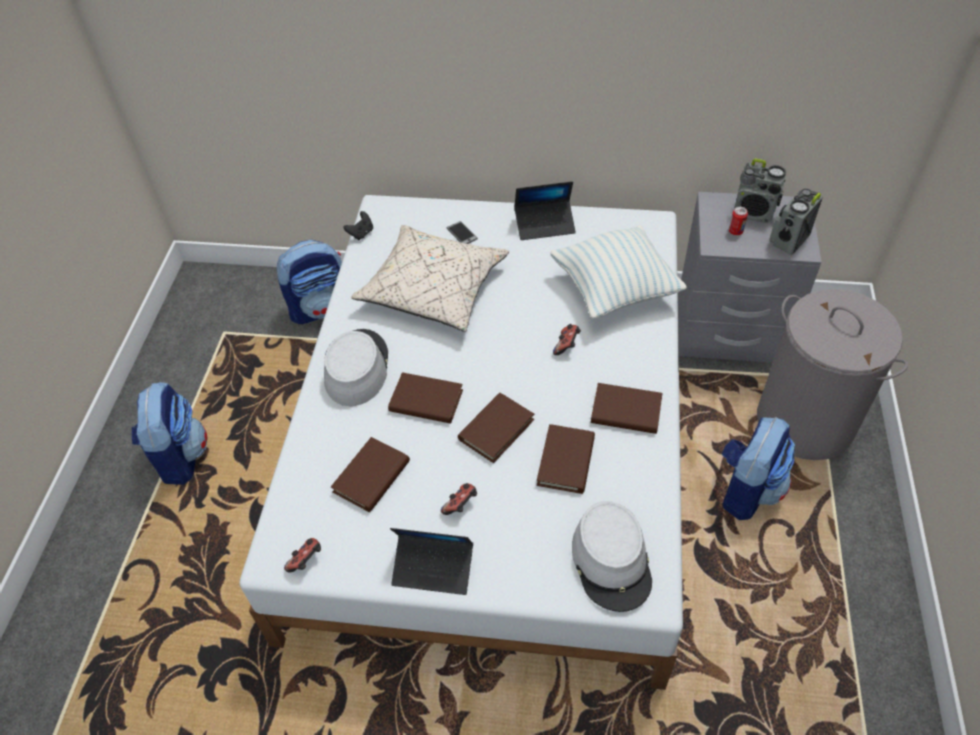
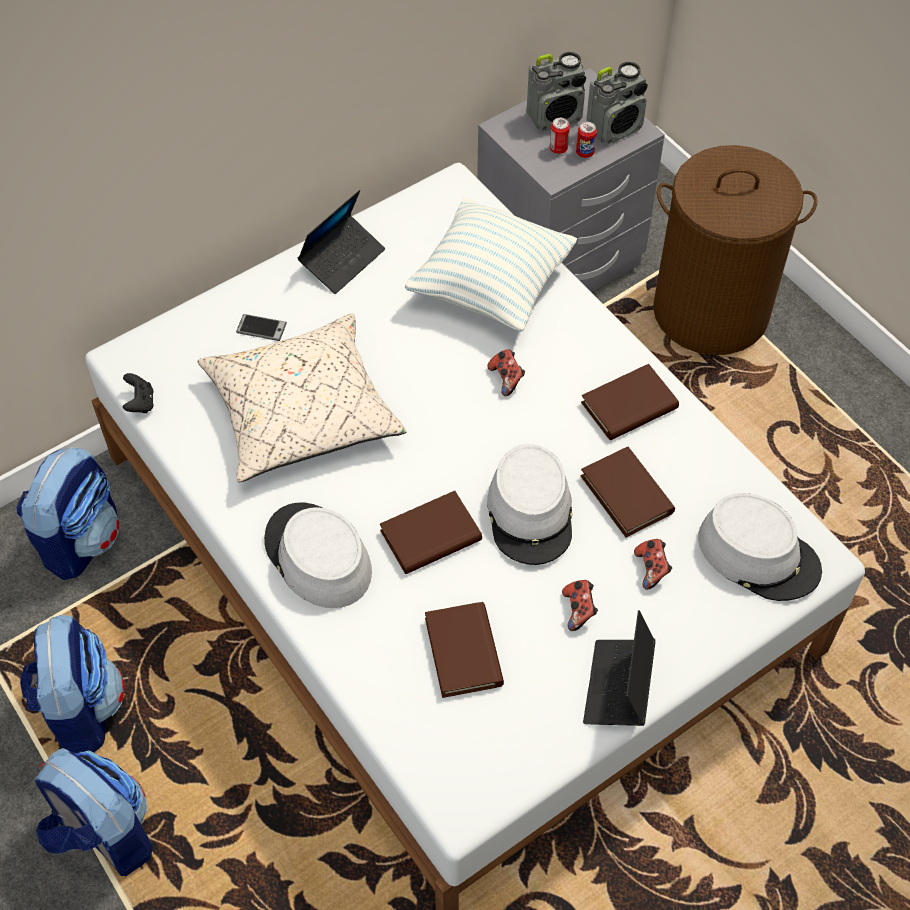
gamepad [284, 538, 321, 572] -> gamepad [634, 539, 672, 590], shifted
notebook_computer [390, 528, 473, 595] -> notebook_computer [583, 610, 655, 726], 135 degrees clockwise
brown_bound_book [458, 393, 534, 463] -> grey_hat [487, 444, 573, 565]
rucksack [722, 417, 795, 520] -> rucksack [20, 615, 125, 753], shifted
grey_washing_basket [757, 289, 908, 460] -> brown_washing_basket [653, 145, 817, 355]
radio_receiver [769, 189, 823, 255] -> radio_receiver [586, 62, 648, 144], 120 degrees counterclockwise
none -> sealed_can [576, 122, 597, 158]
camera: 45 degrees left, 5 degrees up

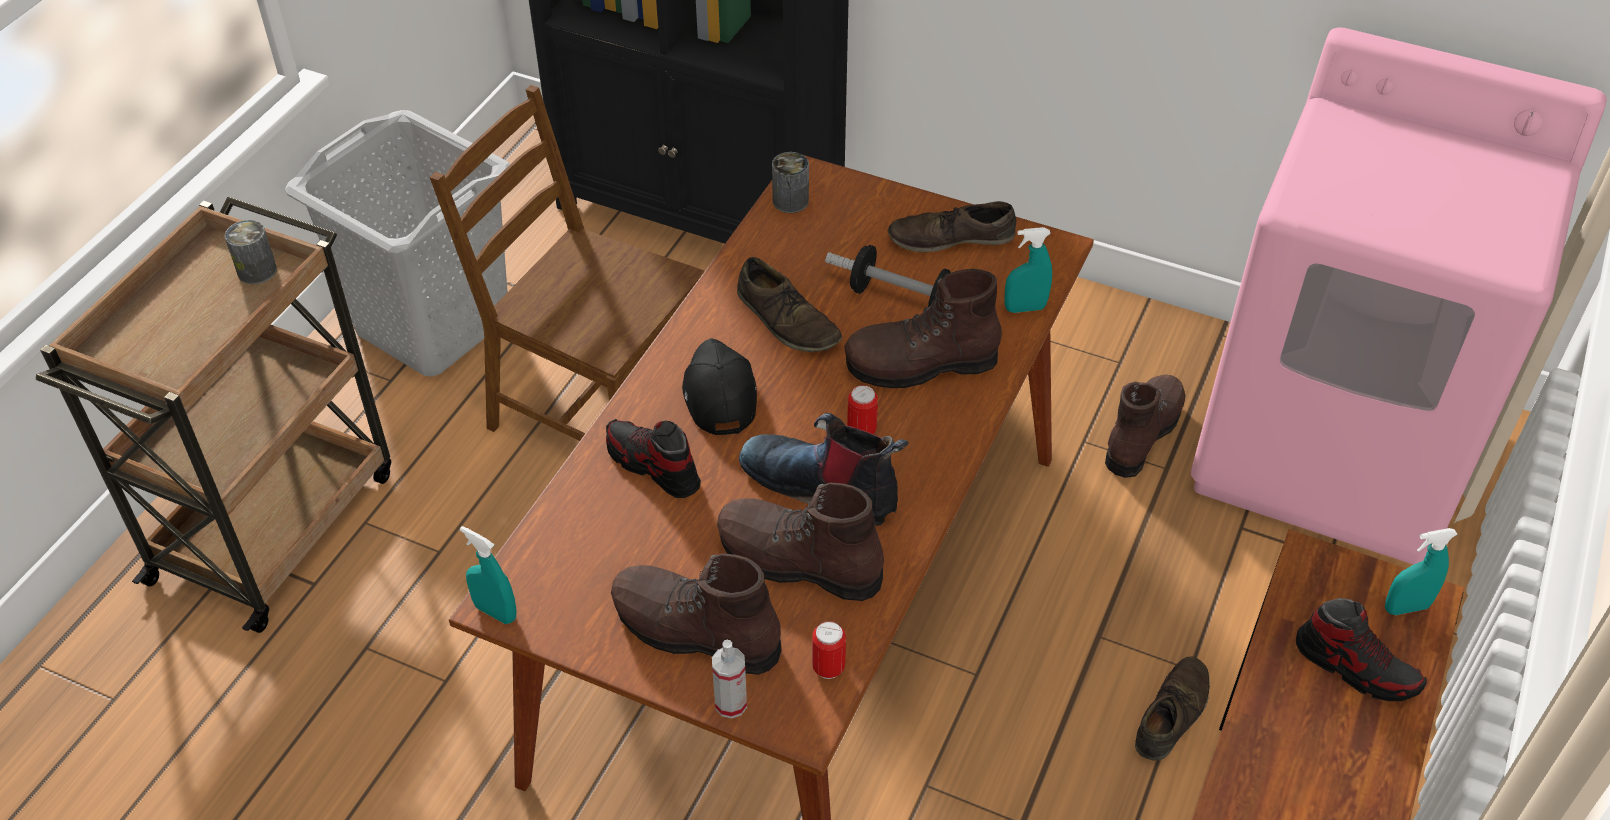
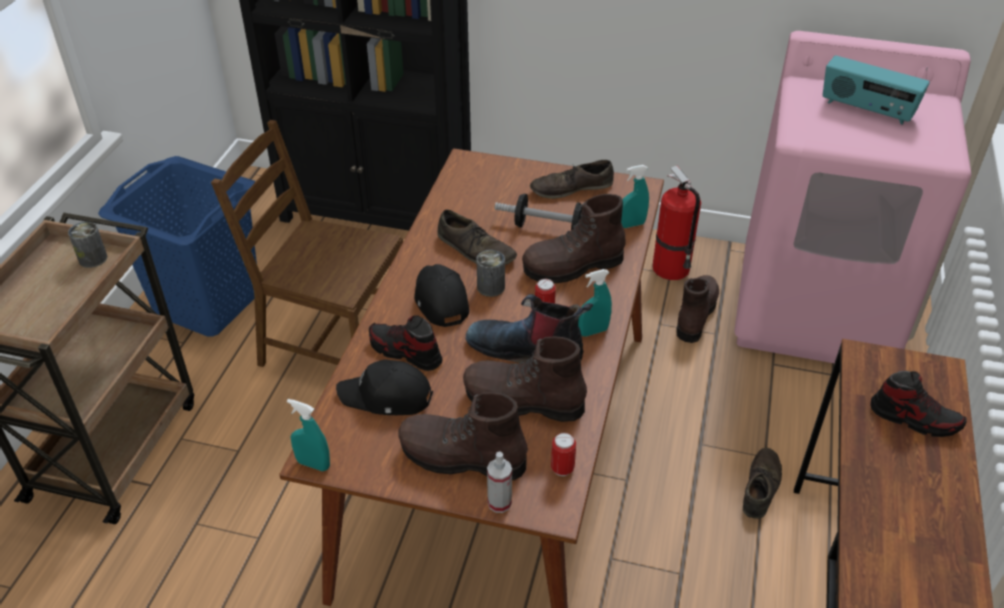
grey_washing_basket [285, 110, 510, 377] -> blue_washing_basket [98, 156, 257, 336]
sealed_can [772, 152, 809, 213] -> sealed_can [476, 250, 505, 297], shifted
turquoise_spray_bottle [1385, 528, 1458, 615] -> turquoise_spray_bottle [578, 269, 612, 337], shifted
none -> black-coloured_peaked_cap [336, 359, 433, 415]
none -> fire_extinguisher [652, 166, 701, 280]
none -> radio_receiver [823, 56, 930, 125]
camera: 10 degrees left, 5 degrees down

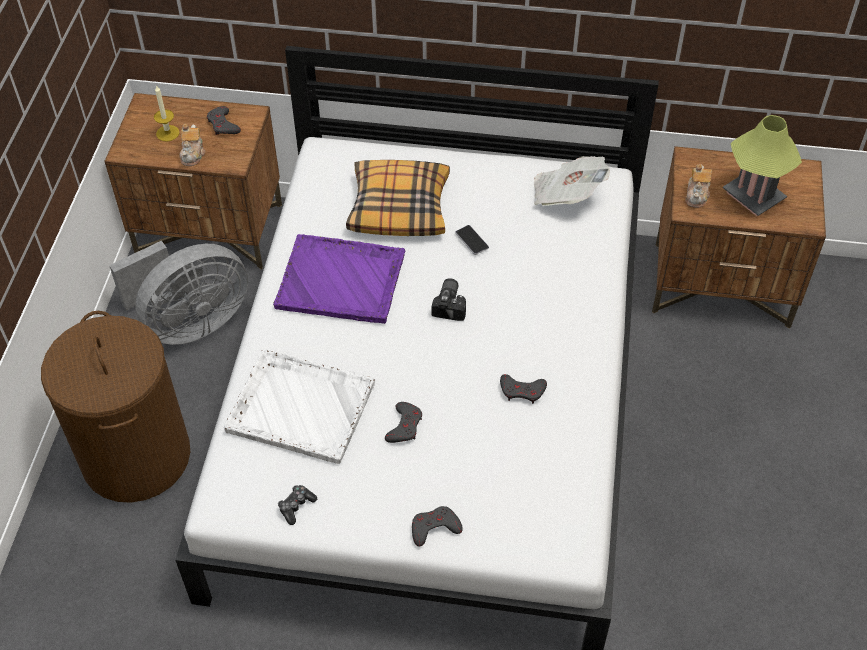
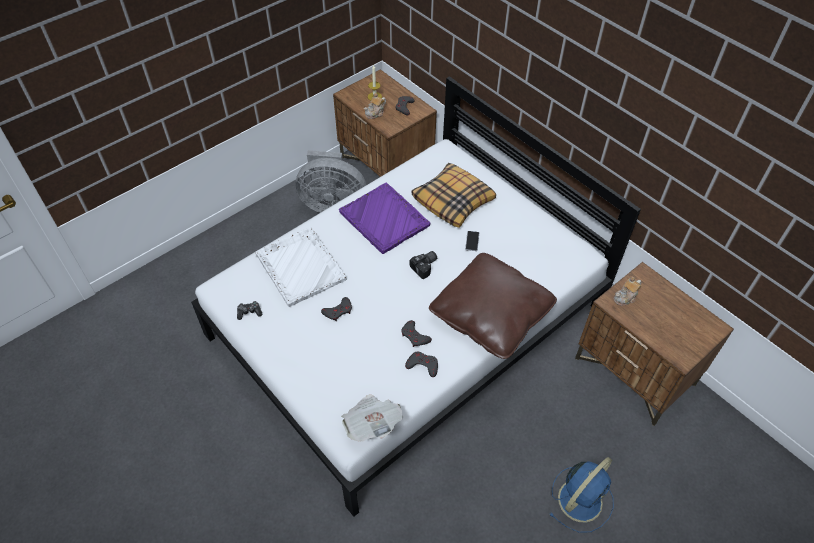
brown_washing_basket [41, 311, 190, 503] -> none
grey_gamepad [412, 506, 463, 546] -> grey_gamepad [405, 352, 438, 377], shifted
daily_paper [534, 156, 610, 206] -> daily_paper [341, 394, 403, 442], shifted
lamp_for_a_table [723, 115, 802, 216] -> none
none -> brown_throw_pillow [429, 253, 557, 359]
none -> blue_electric_fan [550, 457, 614, 533]
camera: 40 degrees right, 0 degrees up

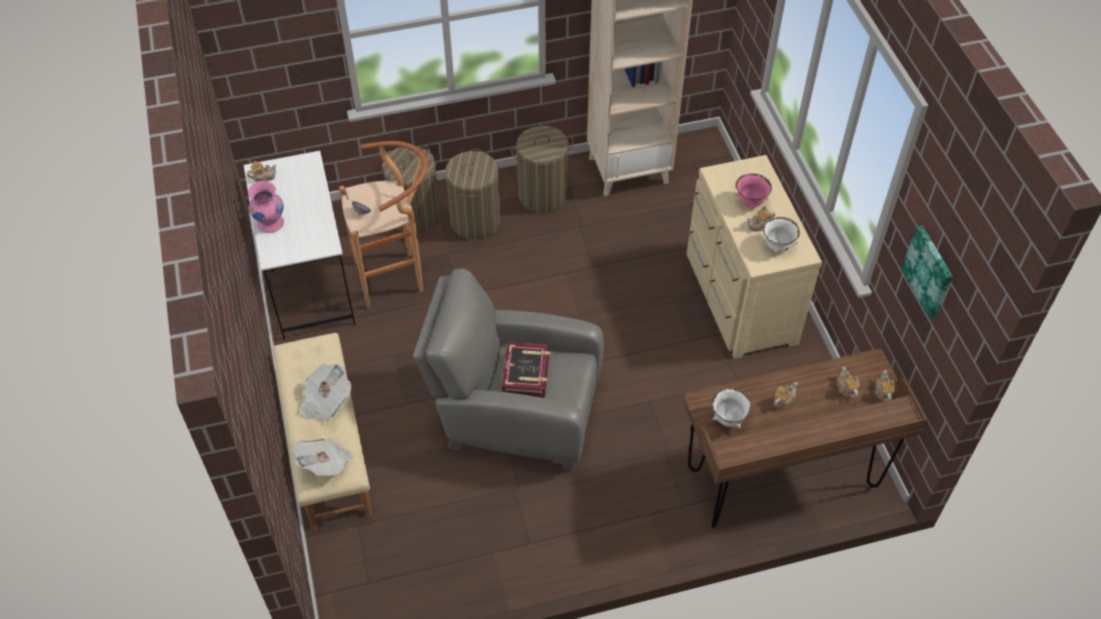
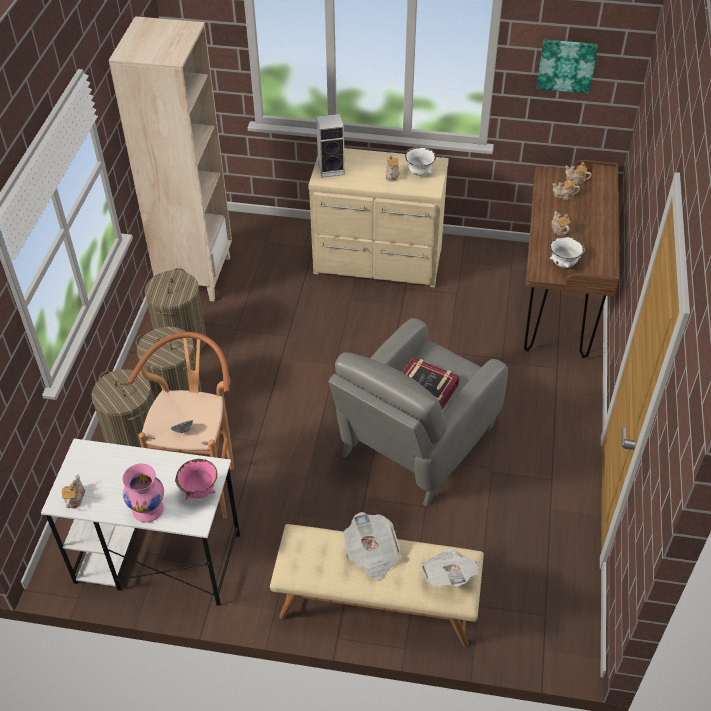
pinkish_deep_dish [735, 174, 772, 208] -> pinkish_deep_dish [175, 459, 217, 499], shifted
none -> loudspeaker [316, 114, 345, 178]
camera: 65 degrees left, 5 degrees down

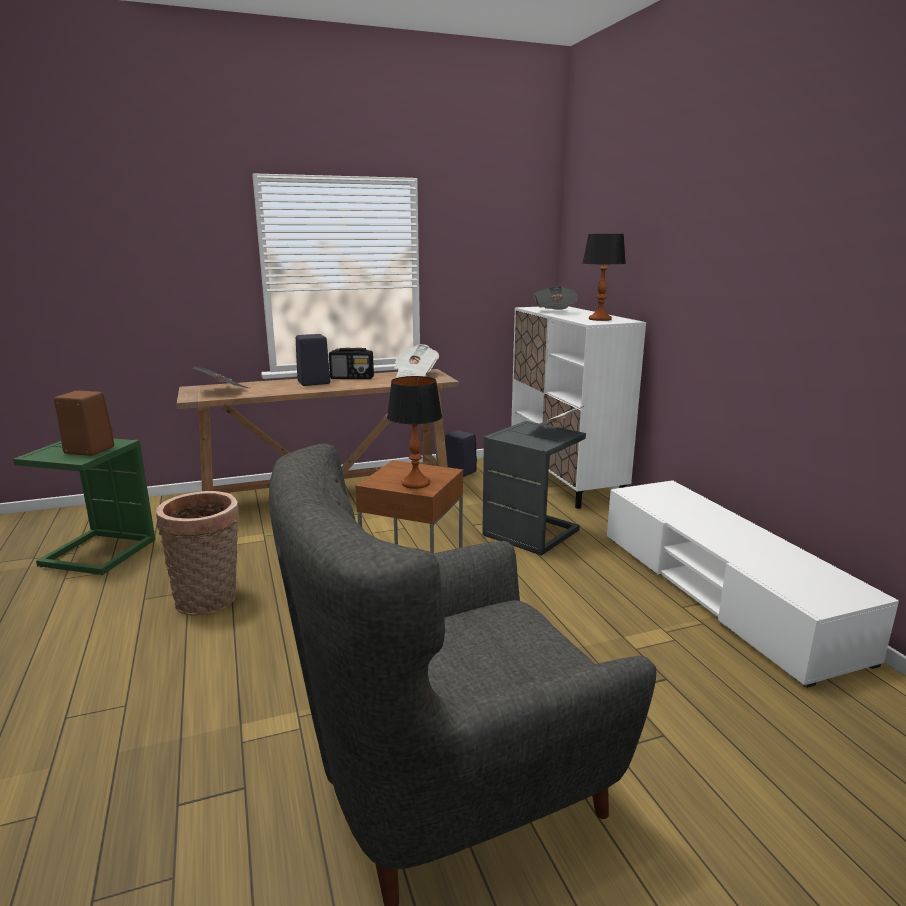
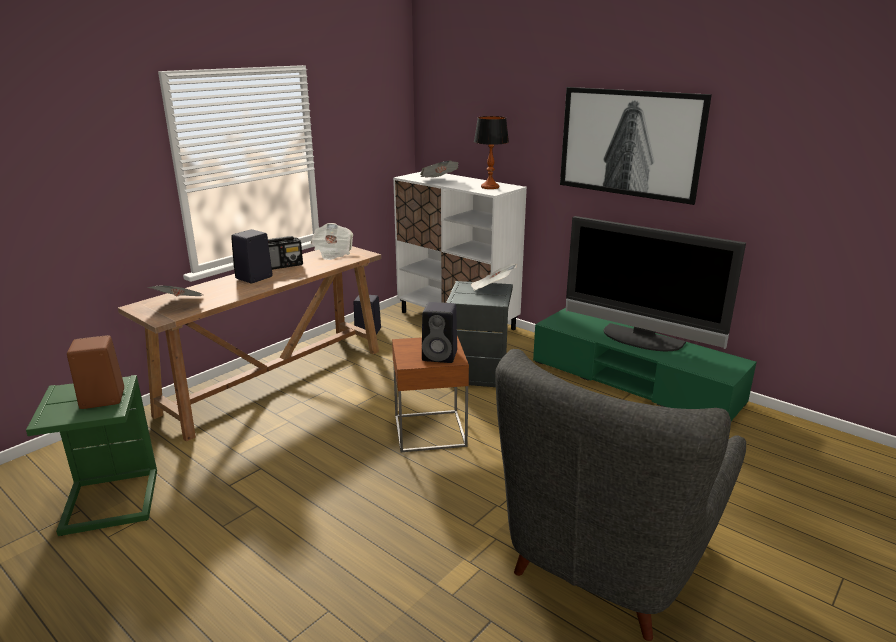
household_basket [156, 491, 240, 616] -> none
lamp_for_a_table [387, 376, 442, 489] -> black-coloured_loudspeaker [422, 302, 457, 363]
whitish_tv_unit [607, 480, 899, 688] -> green-coloured_tv_unit [533, 308, 757, 421]
none -> wall_picture [560, 87, 712, 205]
none -> television [566, 216, 746, 351]
camera: 30 degrees left, 5 degrees up

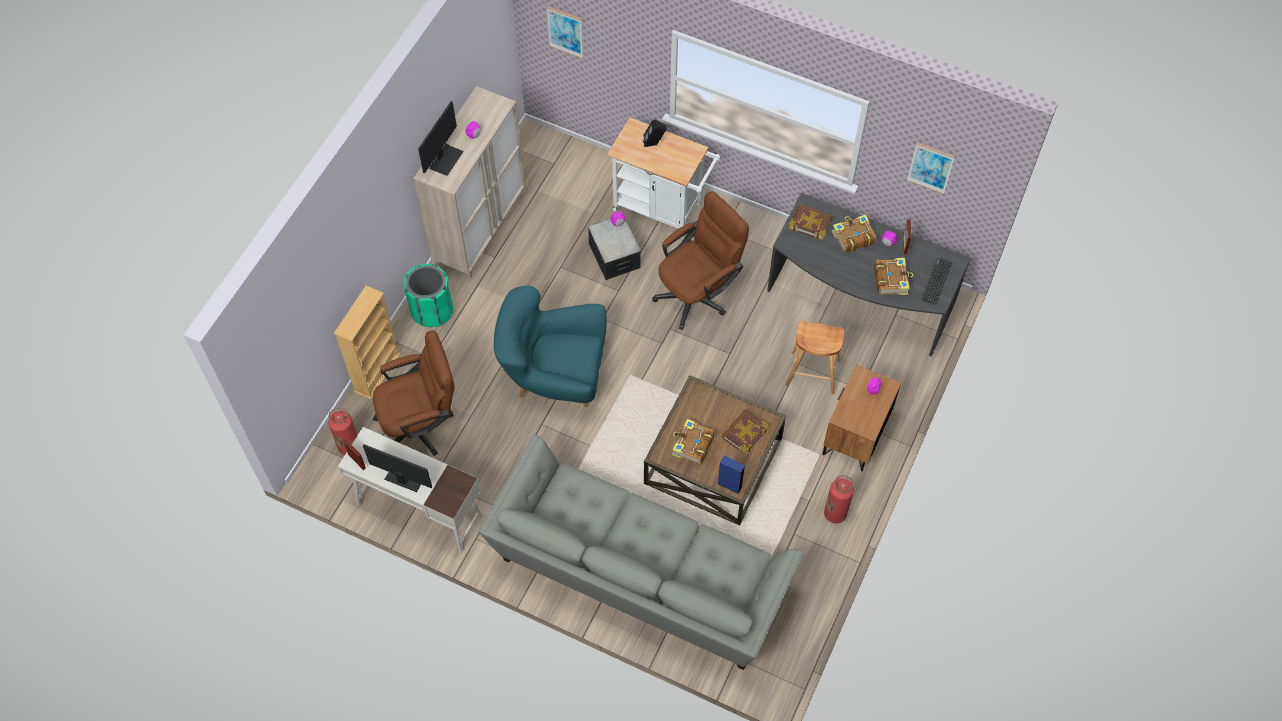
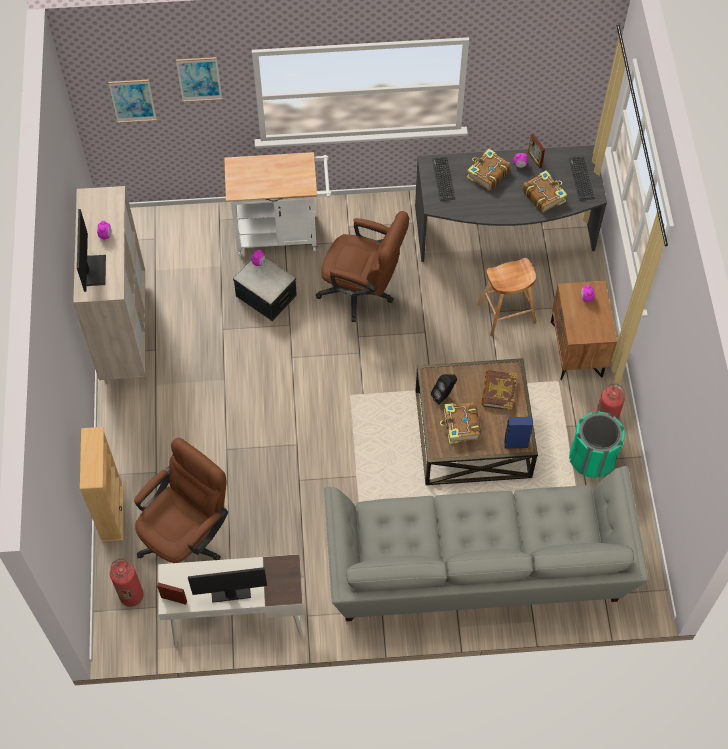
green-coloured_rubbish_bin [404, 264, 453, 327] -> green-coloured_rubbish_bin [569, 411, 625, 478], shifted
turquoise_armchair [494, 286, 606, 407] -> none
black-coloured_loudspeaker [643, 119, 667, 147] -> black-coloured_loudspeaker [431, 374, 457, 405], shifted
brown_desk_chair [653, 192, 749, 330] -> brown_desk_chair [316, 211, 409, 322], 90 degrees clockwise
bound_book [789, 204, 832, 240] -> keyboard [432, 157, 455, 201]
wall_picture [907, 143, 955, 194] -> wall_picture [176, 57, 222, 102], shifted
camera: 30 degrees left, 0 degrees up

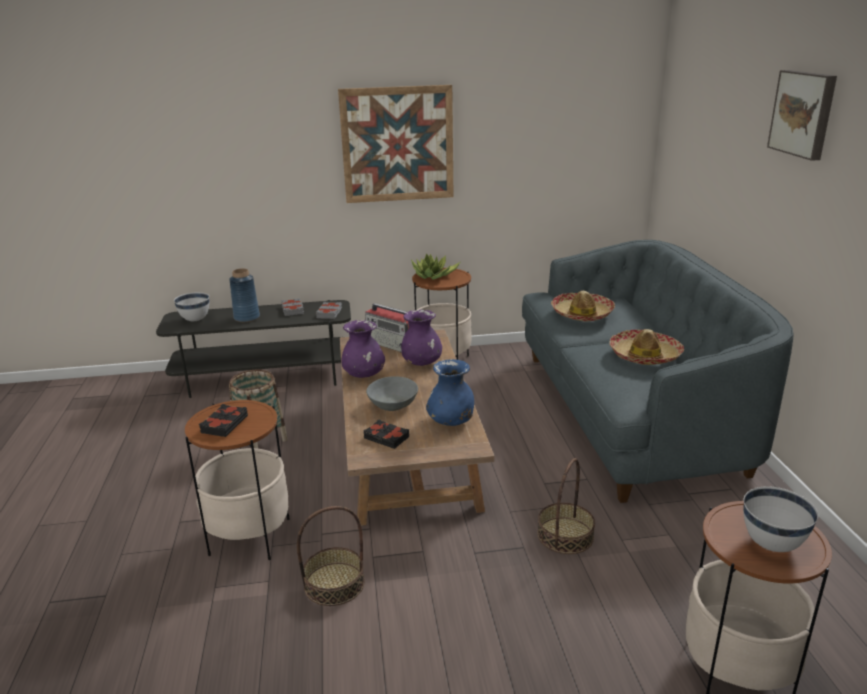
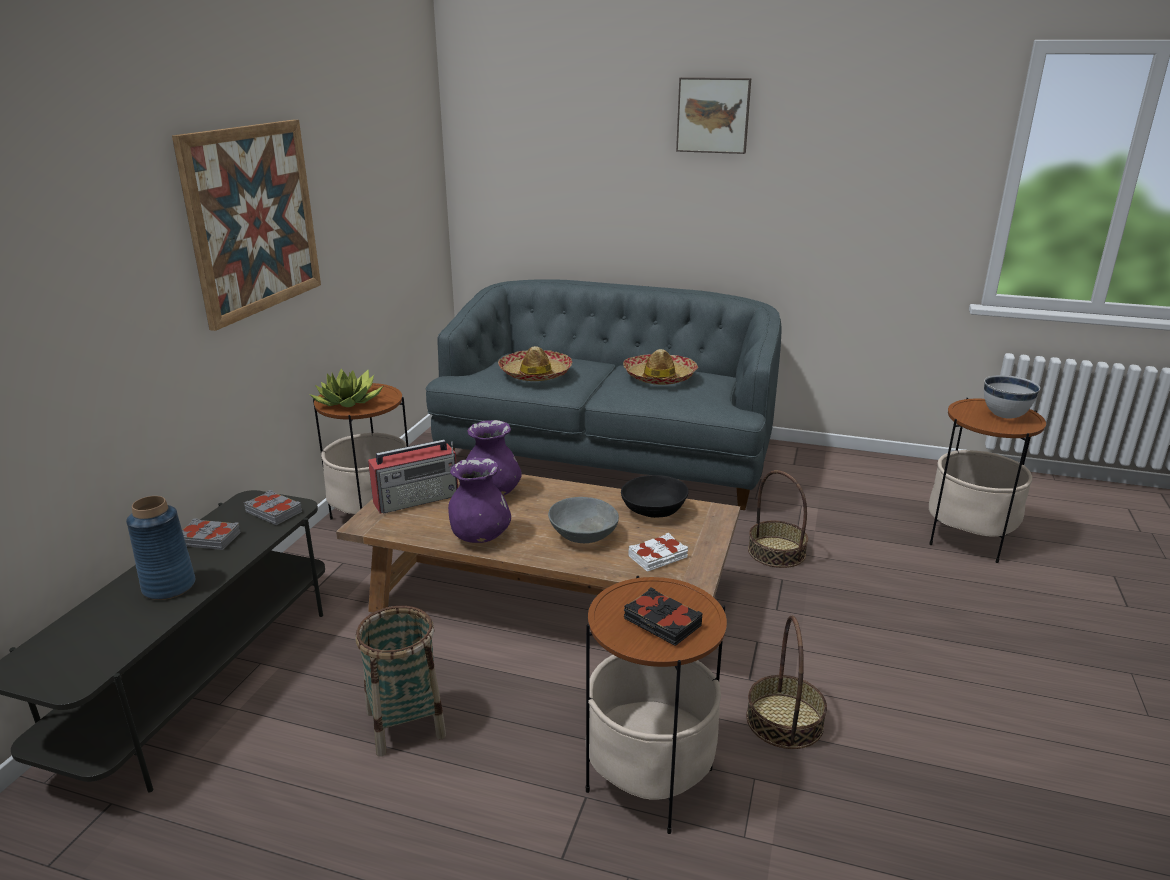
whitish_deep_dish [174, 292, 209, 321] -> none
black-coloured_bound_book [363, 419, 409, 449] -> whitish_bound_book [629, 533, 689, 572]
blue_flower_vase [426, 359, 474, 426] -> black-coloured_deep_dish [621, 475, 688, 518]
camera: 65 degrees left, 0 degrees up

